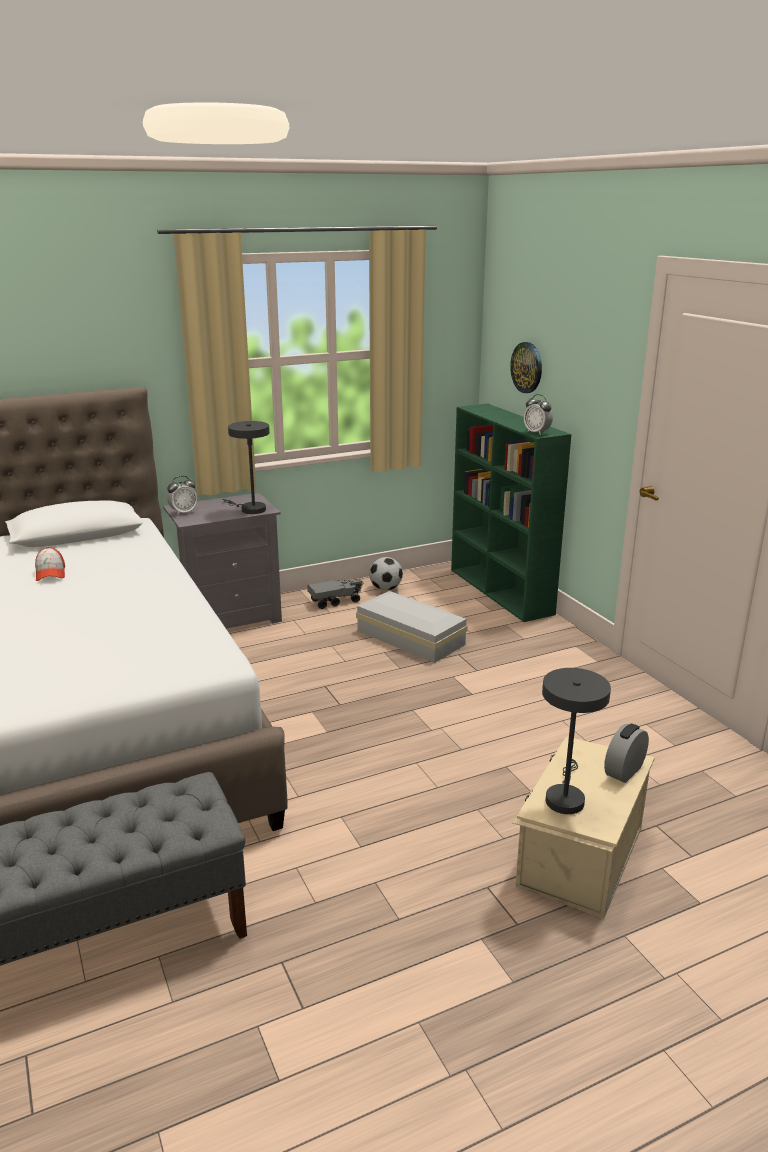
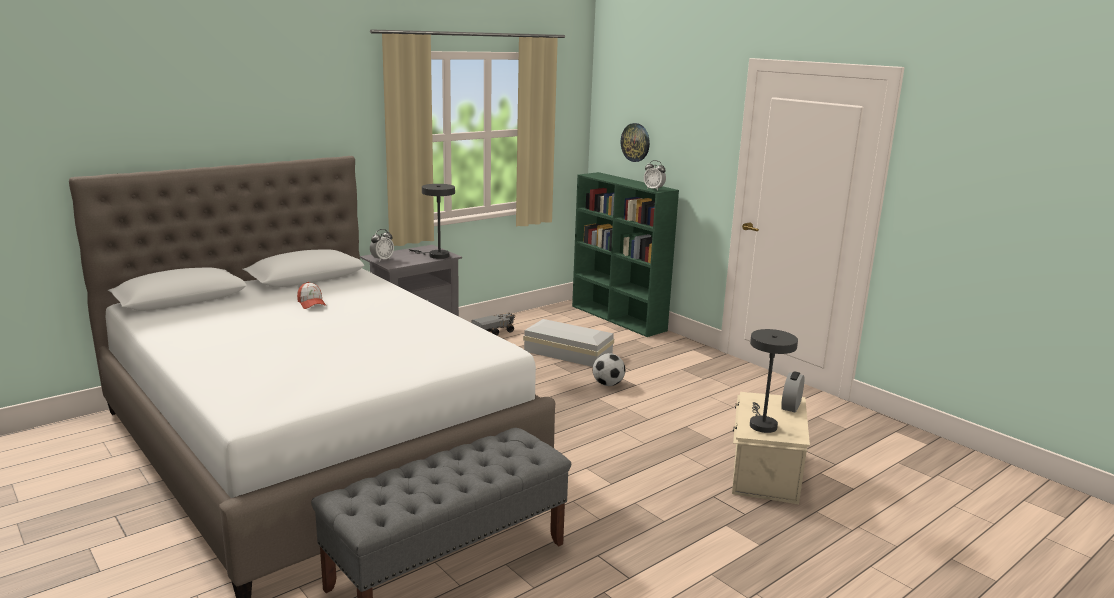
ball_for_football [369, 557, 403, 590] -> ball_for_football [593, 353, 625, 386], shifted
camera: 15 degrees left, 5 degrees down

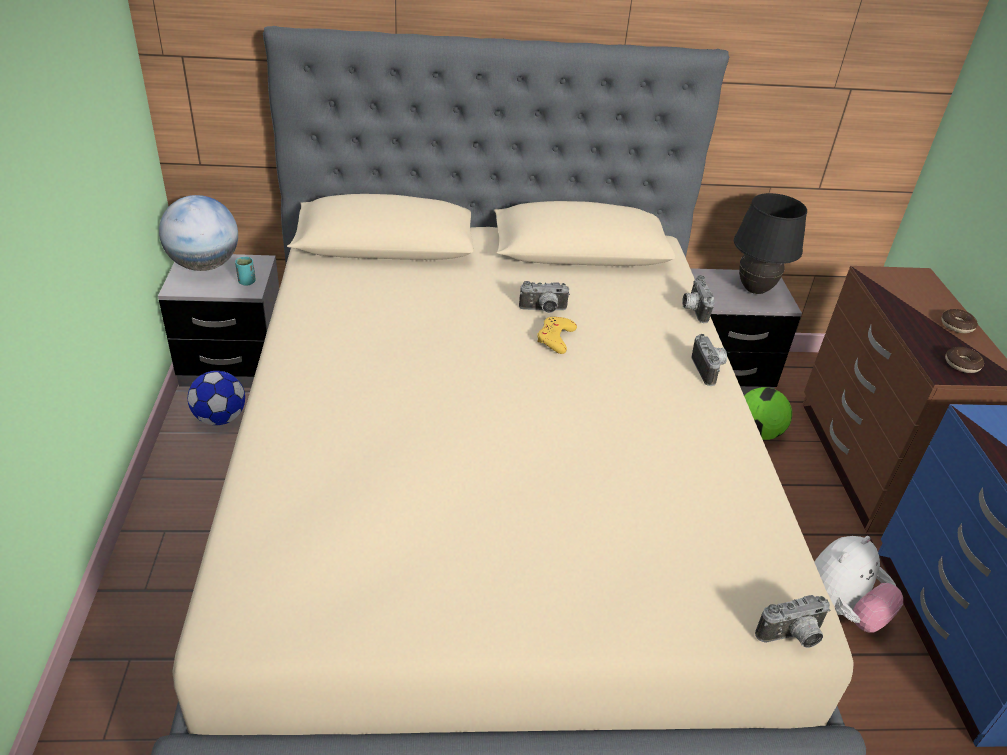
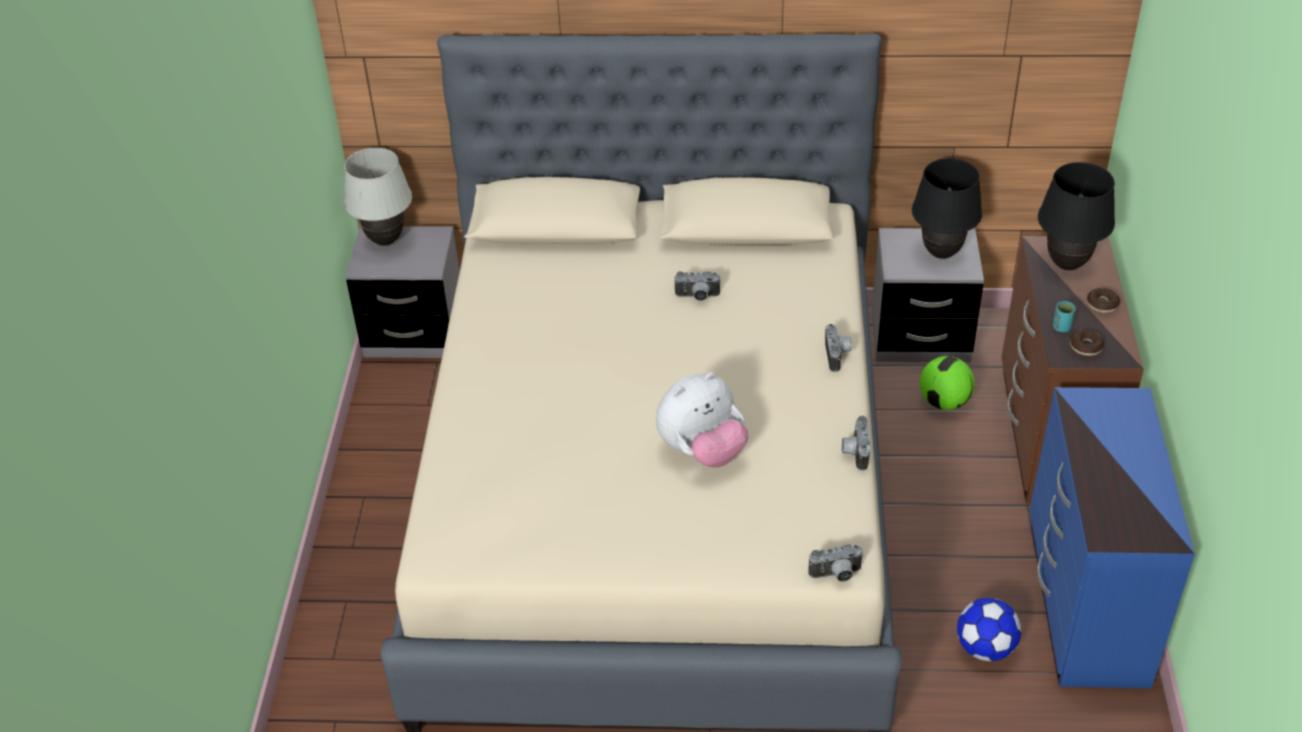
globe [159, 195, 238, 271] -> whitish_lamp_for_a_table [344, 148, 412, 246]
ball_for_football [188, 371, 245, 425] -> ball_for_football [957, 598, 1021, 661], shifted
turquoise_small_cup [235, 257, 256, 286] -> turquoise_small_cup [1053, 301, 1076, 332], shifted
yellow_gamepad [537, 317, 577, 354] -> none
still_camera [682, 275, 715, 323] -> still_camera [842, 416, 870, 471], shifted
plush_toy [814, 536, 903, 633] -> plush_toy [656, 372, 748, 468], shifted
none -> black-coloured_lamp_for_a_table [1038, 162, 1115, 270]
camera: 10 degrees right, 5 degrees up

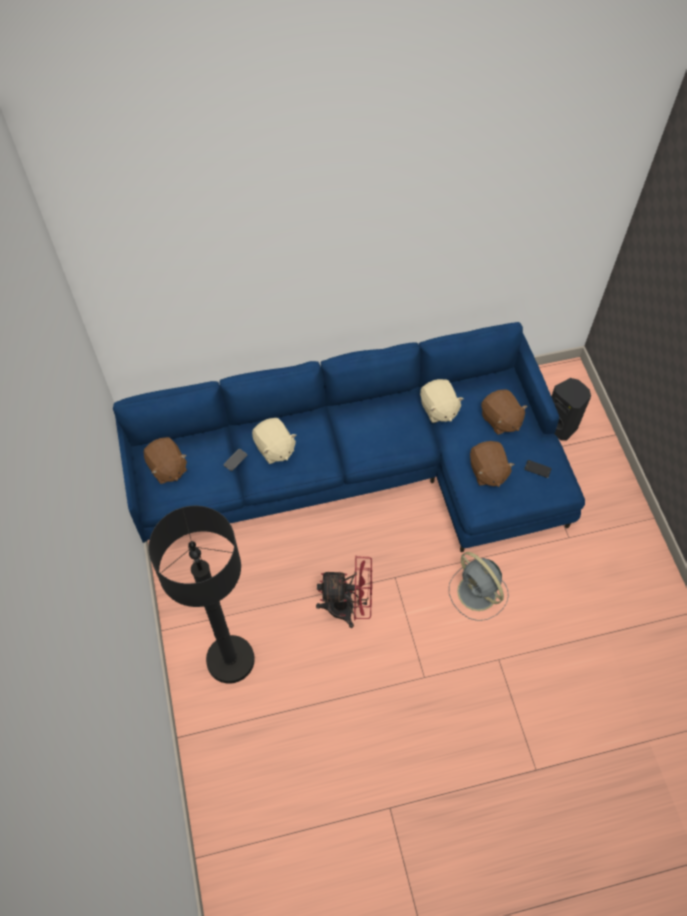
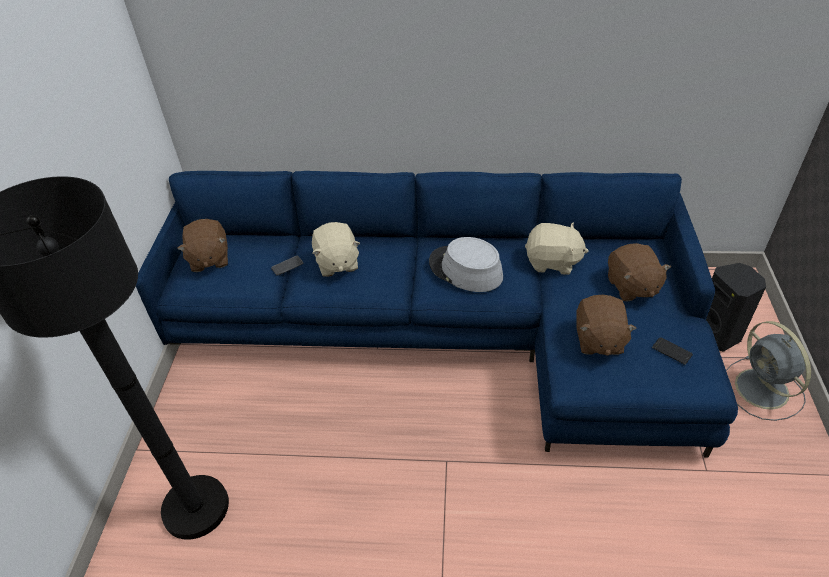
reddish_electric_fan [316, 555, 372, 628] -> none
sand-coloured_plush_toy [420, 379, 464, 423] -> sand-coloured_plush_toy [525, 222, 588, 275], 75 degrees counterclockwise
grey_electric_fan [449, 552, 509, 621] -> grey_electric_fan [726, 321, 811, 421], shifted
none -> grey_hat [429, 237, 503, 292]
camera: 20 degrees right, 15 degrees down

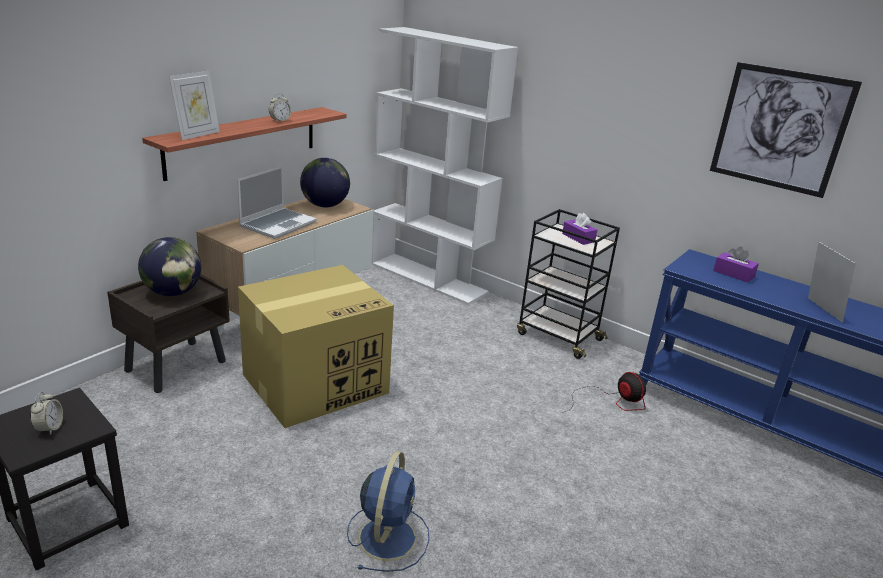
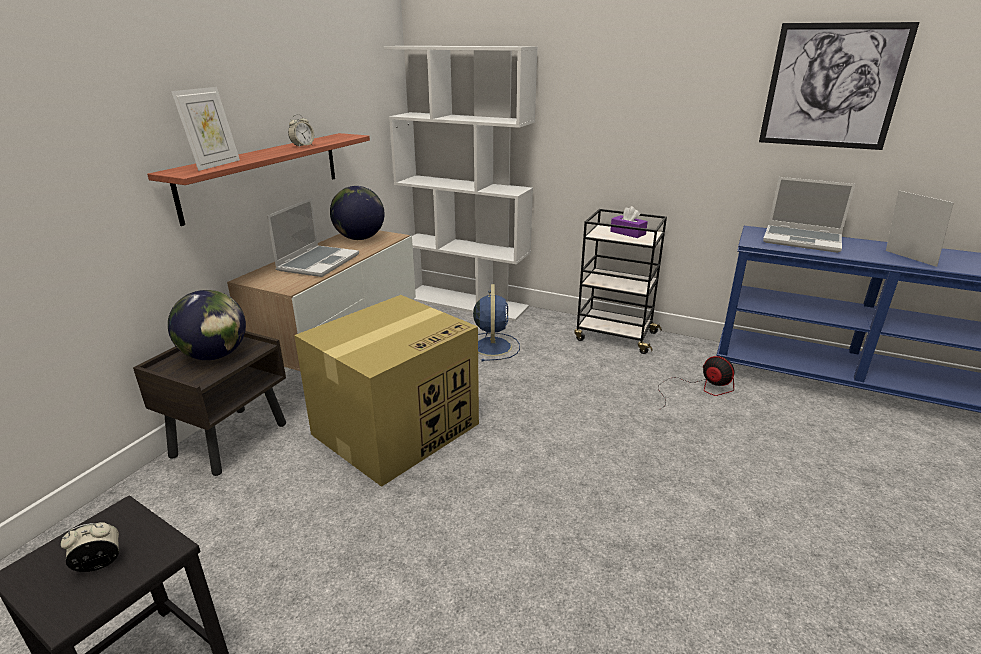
bedside_clock [30, 392, 63, 435] -> bedside_clock [61, 522, 119, 572], 105 degrees counterclockwise
blue_electric_fan [347, 451, 429, 572] -> blue_electric_fan [473, 284, 520, 362], shifted
purple_tissue_holder [713, 246, 759, 282] -> notebook_computer [763, 177, 856, 253]
camera: 10 degrees left, 0 degrees up

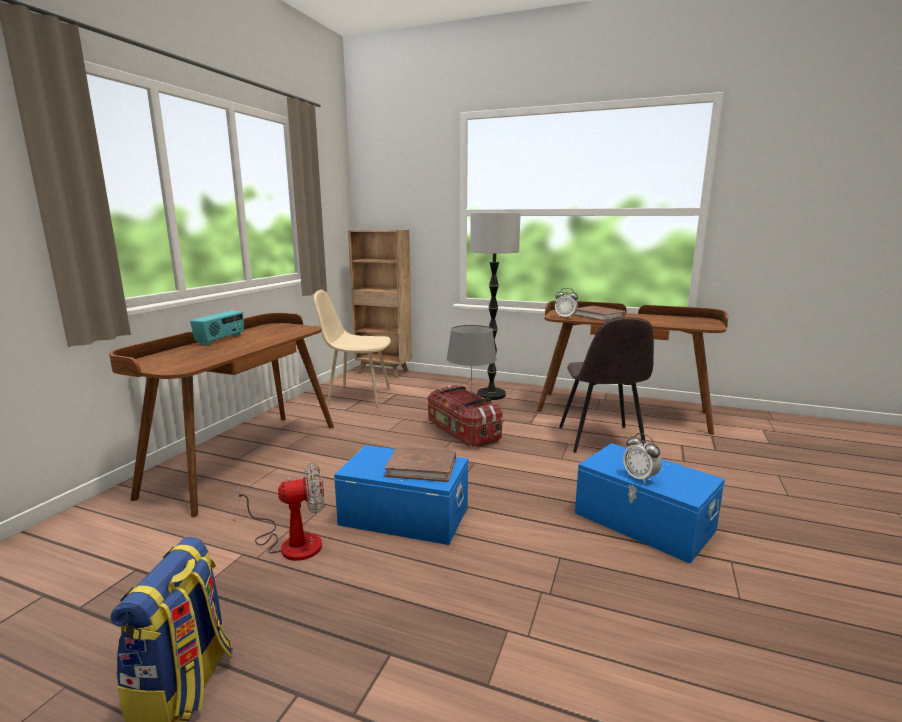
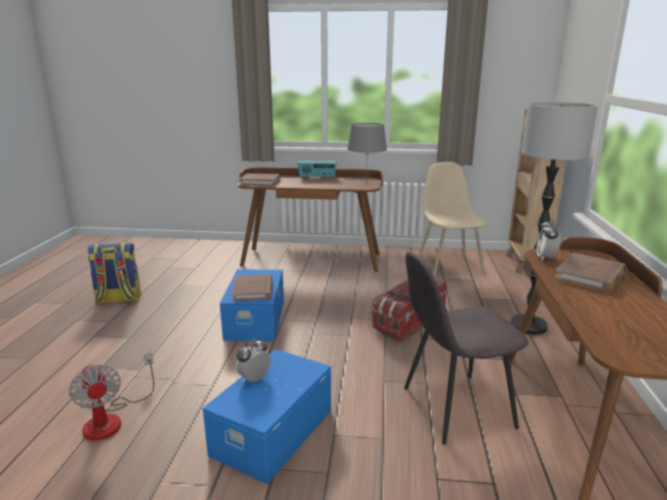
electric_fan [238, 463, 324, 561] -> electric_fan [69, 352, 154, 440], shifted
grey_lamp_for_a_table [446, 325, 497, 392] -> grey_lamp_for_a_table [347, 123, 387, 185], shifted
none -> brown_bound_book [239, 173, 280, 186]
camera: 75 degrees right, 5 degrees up

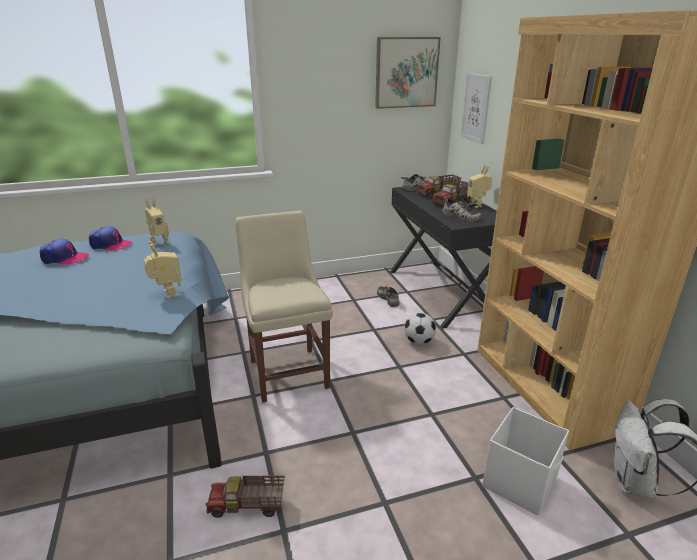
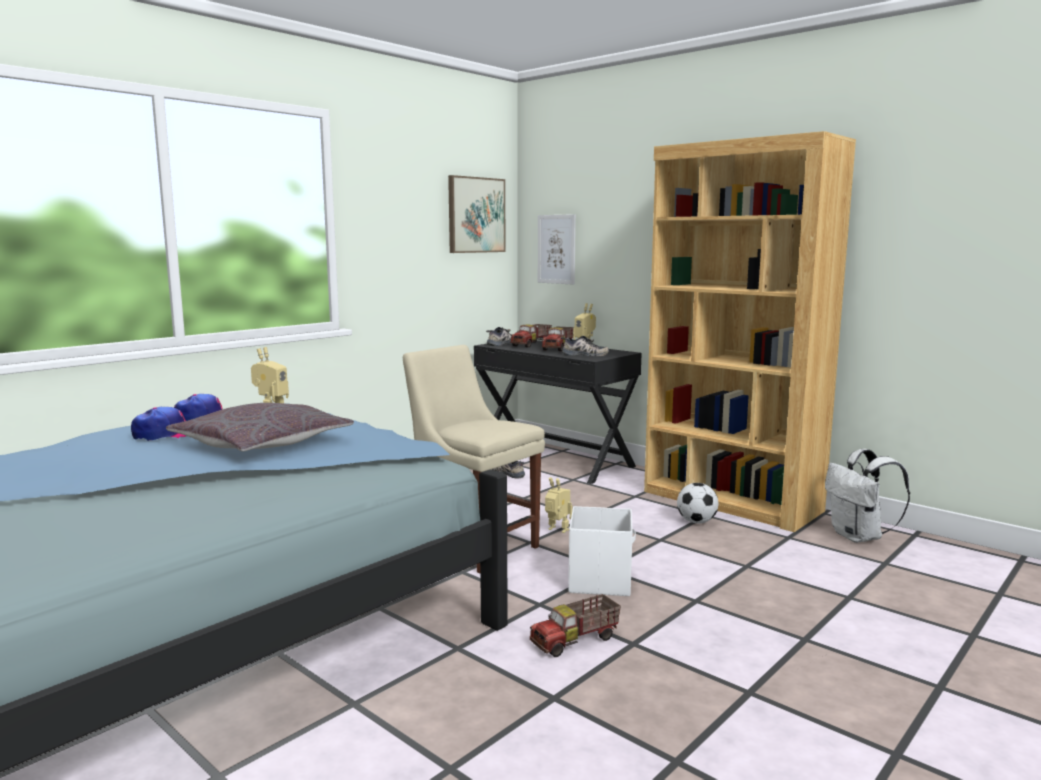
robot_figure [144, 241, 182, 299] -> robot_figure [545, 477, 572, 533], shifted
ball_for_football [404, 313, 436, 344] -> ball_for_football [677, 483, 719, 524], shifted
whitish_storage_box [482, 407, 569, 515] -> whitish_storage_box [568, 506, 636, 596], shifted
none -> grey_throw_pillow [166, 403, 354, 451]
camera: 30 degrees left, 15 degrees down

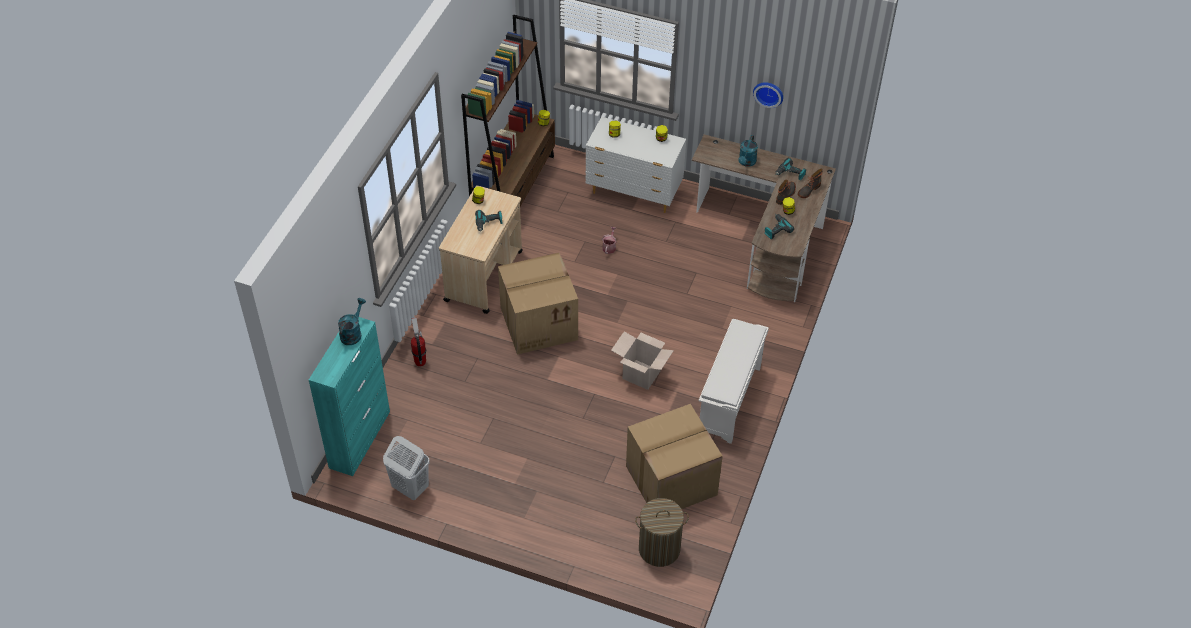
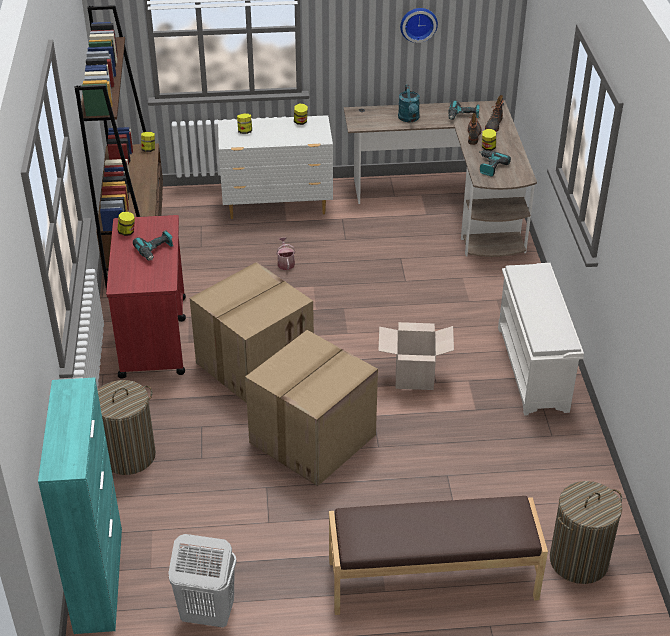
turquoise_watering_can [338, 298, 366, 345] -> none
fire_extinguisher [411, 317, 426, 367] -> washing_basket [98, 380, 156, 475]
sand-coloured_cart [439, 185, 523, 314] -> reddish_cart [106, 215, 186, 379]
cardboard_box [626, 404, 723, 509] -> cardboard_box [245, 330, 378, 486], shifted
none -> brown_bench [329, 496, 548, 615]
camera: 25 degrees left, 10 degrees down

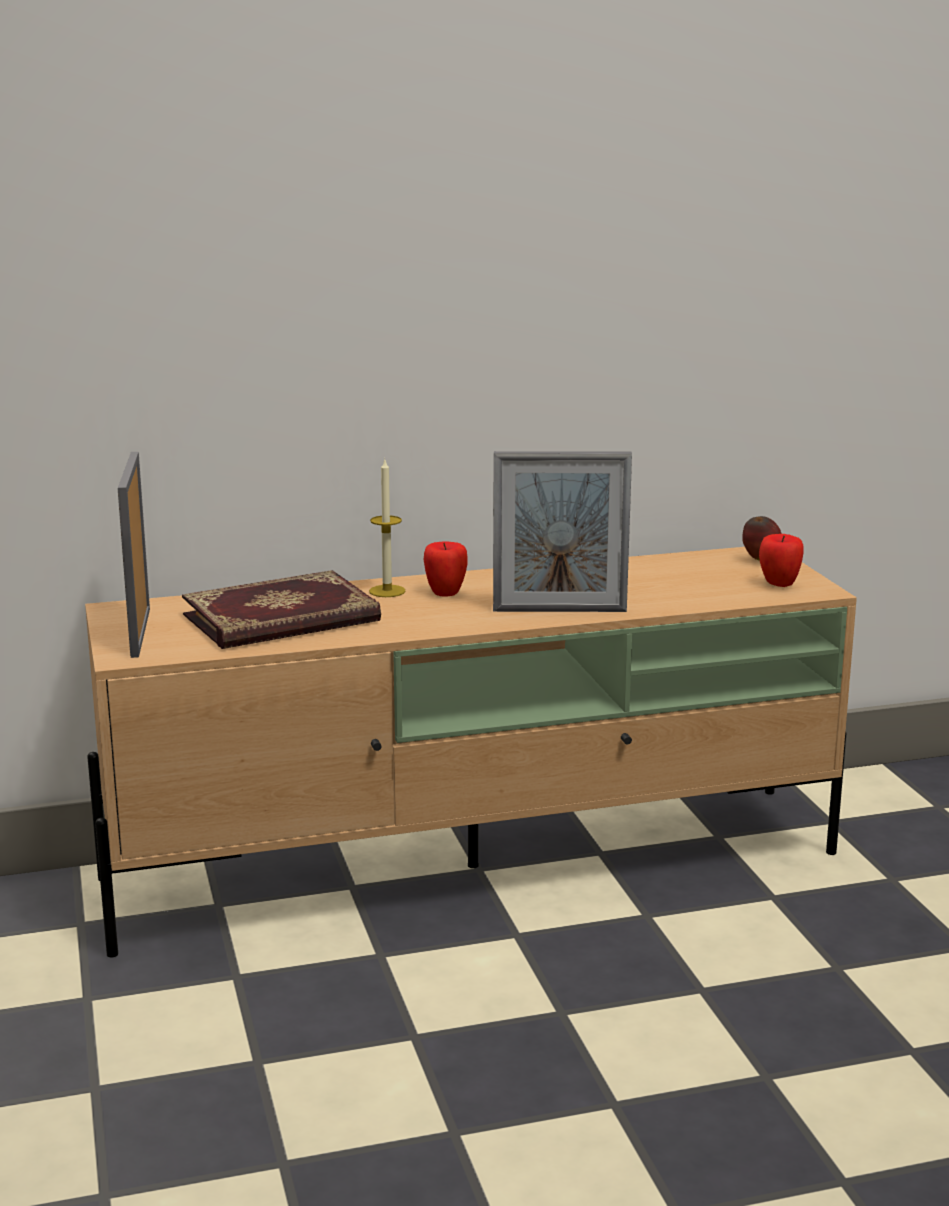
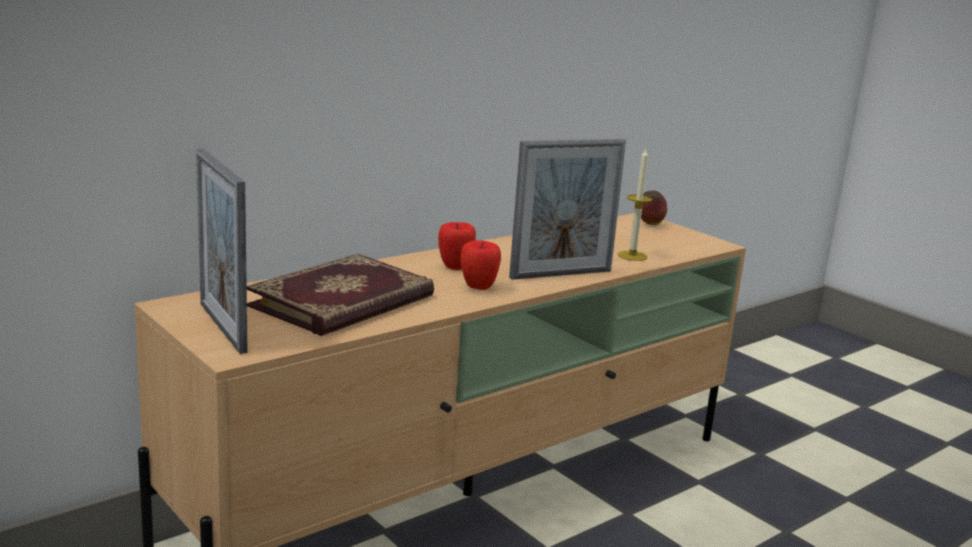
wax_candle [369, 460, 406, 597] -> wax_candle [618, 149, 652, 261], shifted
apple_fruit [759, 534, 804, 587] -> apple_fruit [461, 240, 501, 290], shifted
camera: 25 degrees left, 0 degrees up

